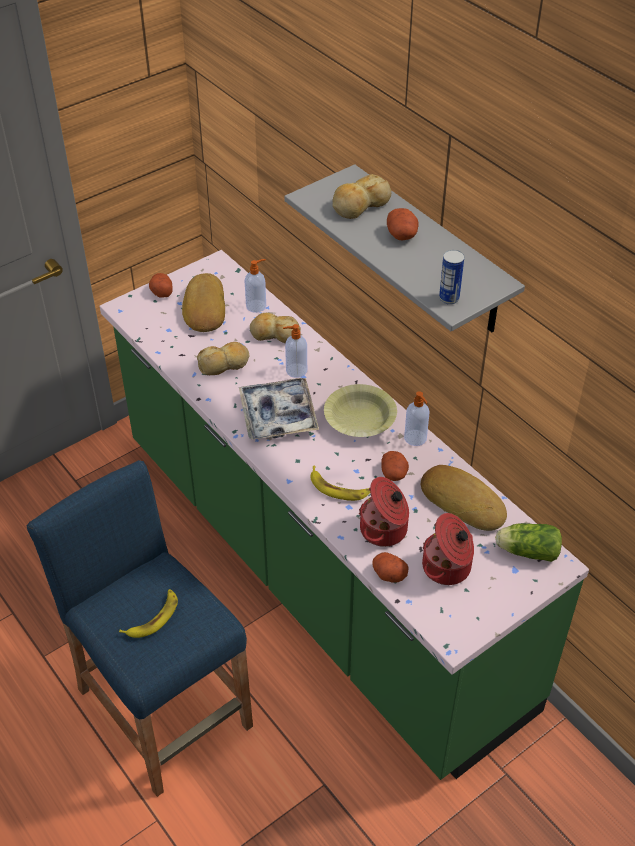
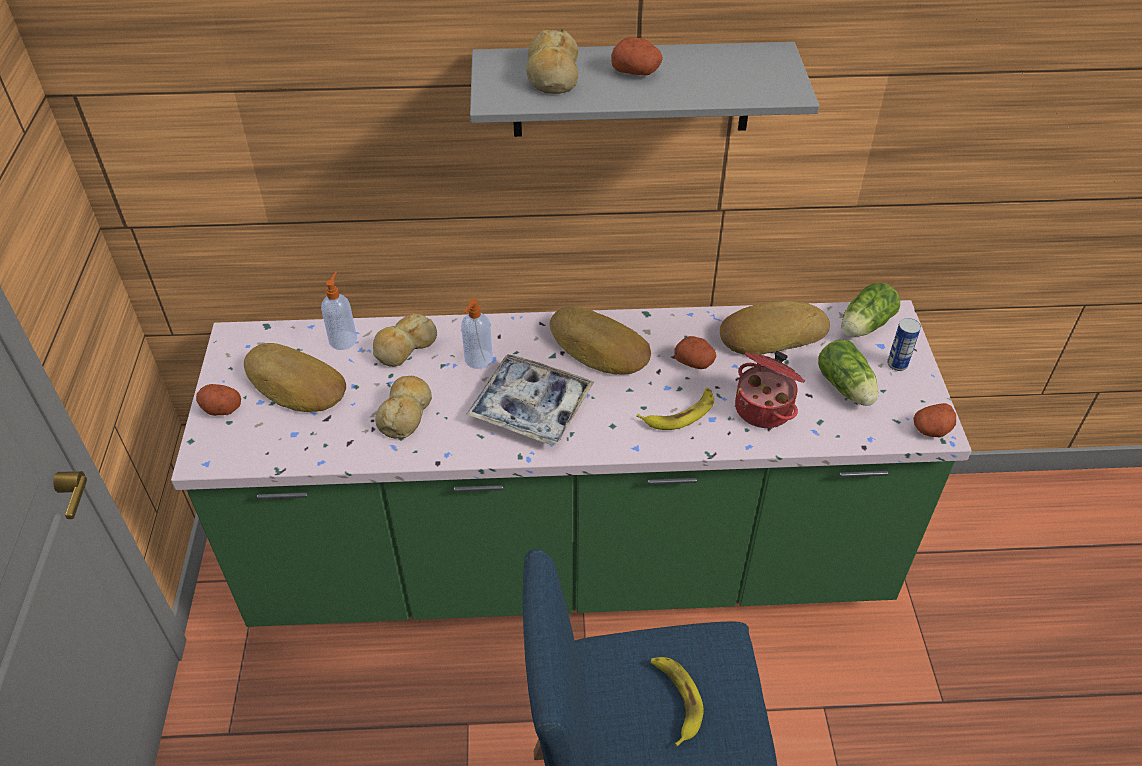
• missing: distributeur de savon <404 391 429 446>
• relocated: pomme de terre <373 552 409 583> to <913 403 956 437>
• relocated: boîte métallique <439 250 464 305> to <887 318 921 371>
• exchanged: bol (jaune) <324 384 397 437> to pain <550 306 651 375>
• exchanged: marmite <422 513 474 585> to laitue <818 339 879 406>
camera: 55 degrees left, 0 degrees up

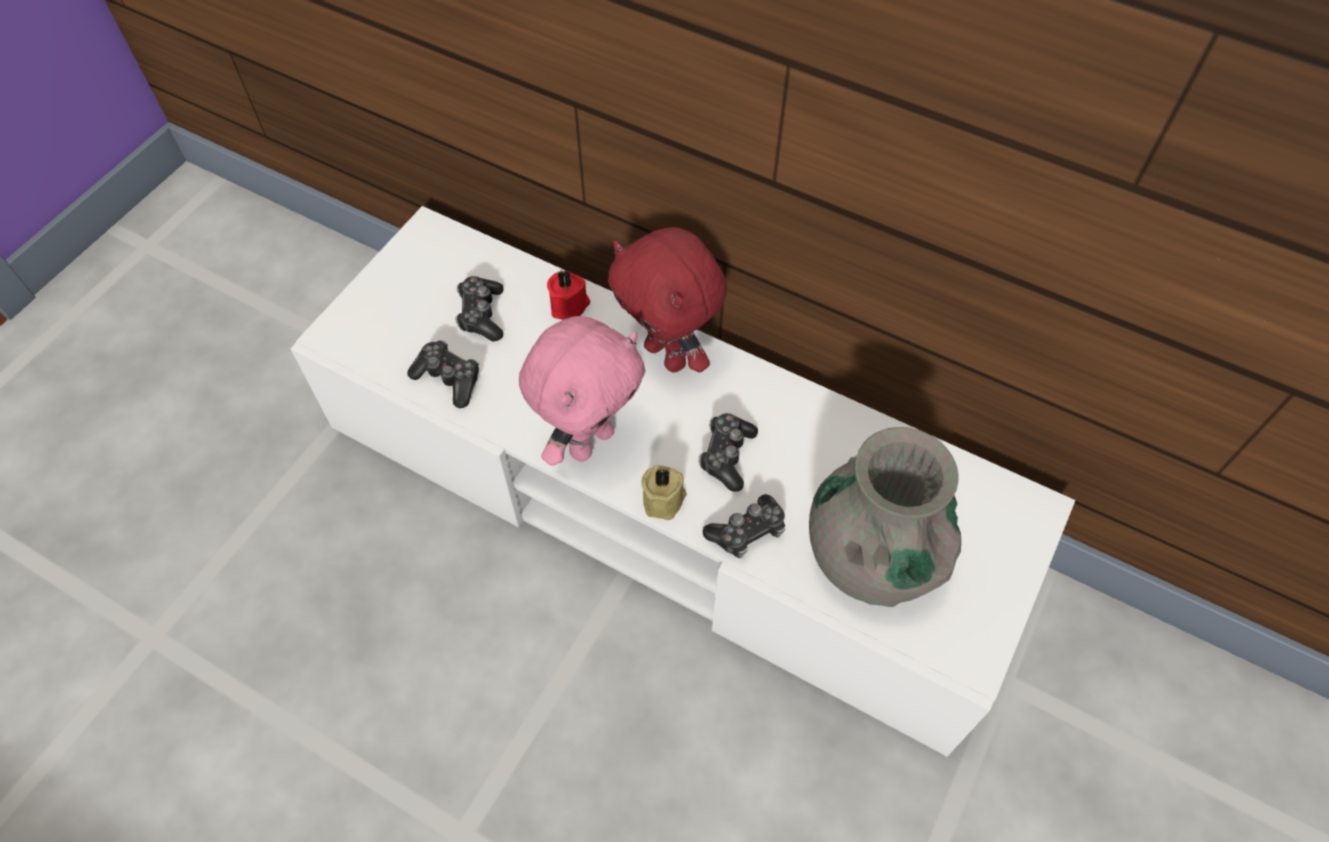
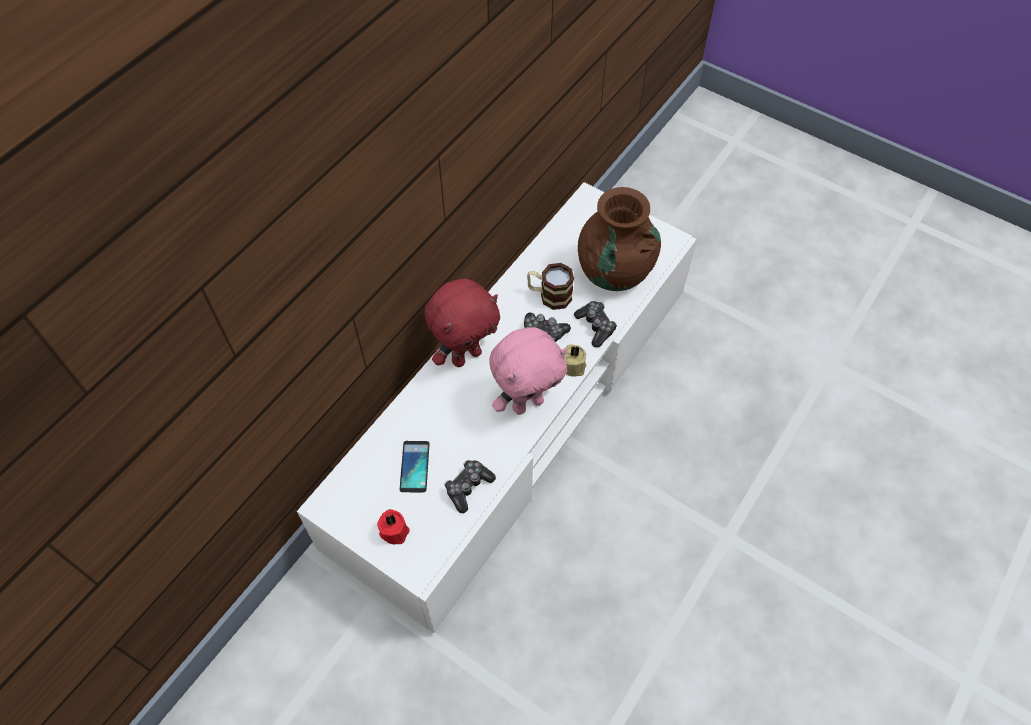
• appeared: mug <527 263 574 310>
• relocated: bougie (rouge) <547 270 590 320> to <377 509 409 544>
• exchanged: manette <455 276 504 341> to téléphone <400 441 430 492>
• colour: vase (gris) <809 427 961 607> to vase (marron) <578 187 661 291>
• spun: peluche (rose) <519 316 645 466> = <489 327 567 415> 105 degrees clockwise
camera: 85 degrees left, 0 degrees up

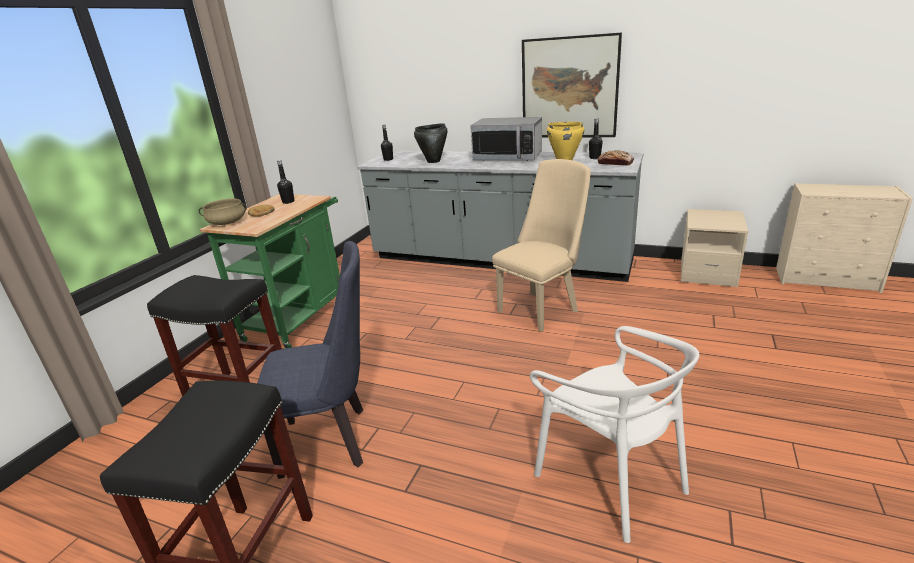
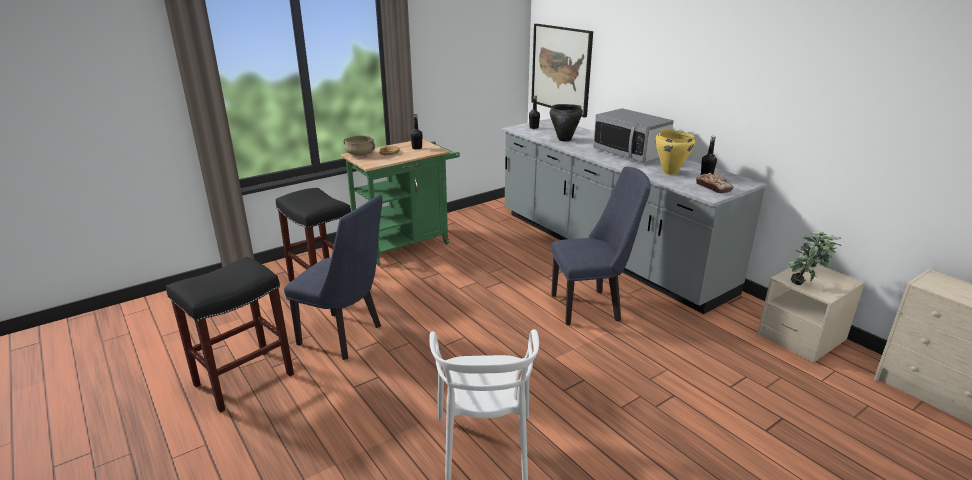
• appeared: plante en pot <787 231 841 285>
• relocated: tableau <522 33 622 137> to <531 24 593 117>
• colour: chaise (beige) <492 159 591 332> to chaise (bleu) <551 167 650 325>
camera: 30 degrees right, 0 degrees up

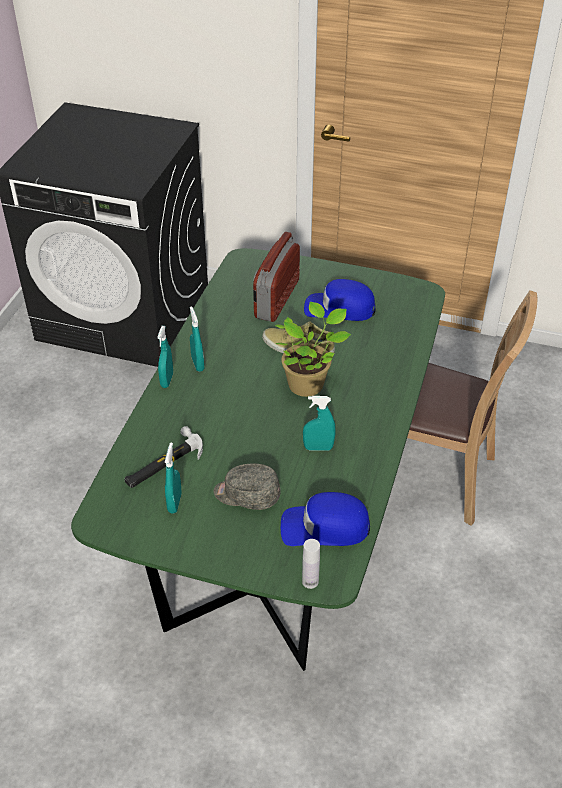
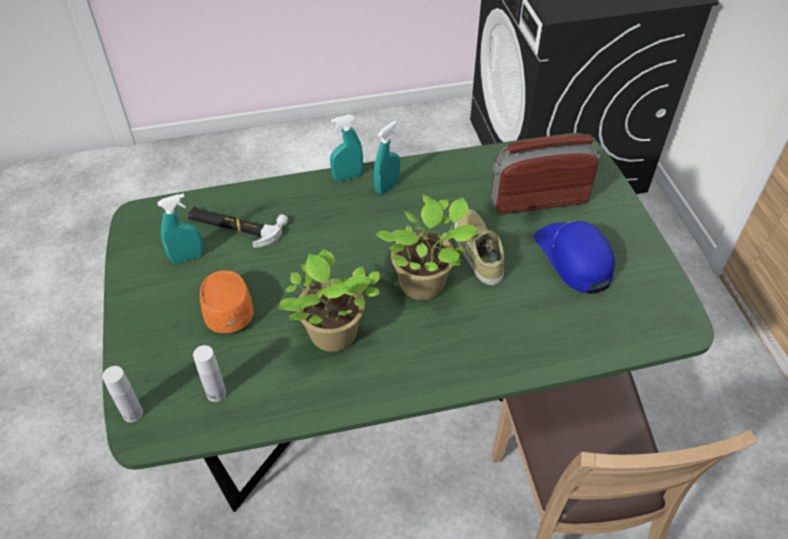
• exchanged: casquette (bleu) <281 492 370 546> to bouteille (blanc) <193 345 226 402>
• exchanged: vaporisateur (turquoise) <303 396 336 451> to plante en pot <278 249 380 352>
• colour: casquette (gris) <214 464 281 510> to casquette (orange) <200 270 254 333>
camera: 60 degrees right, 5 degrees up

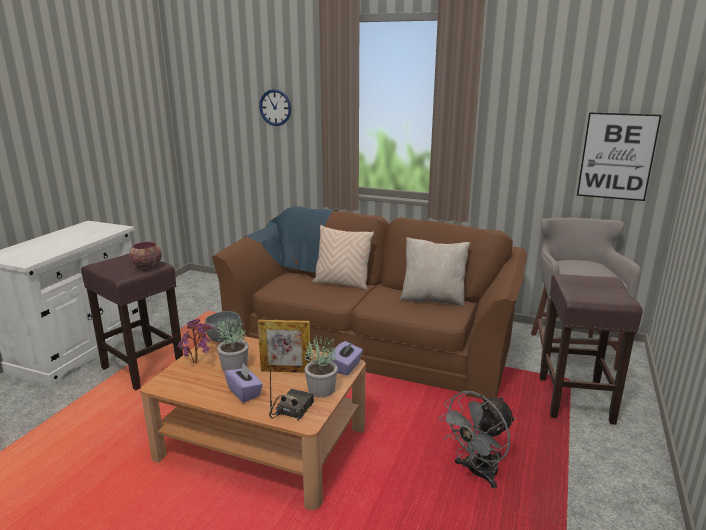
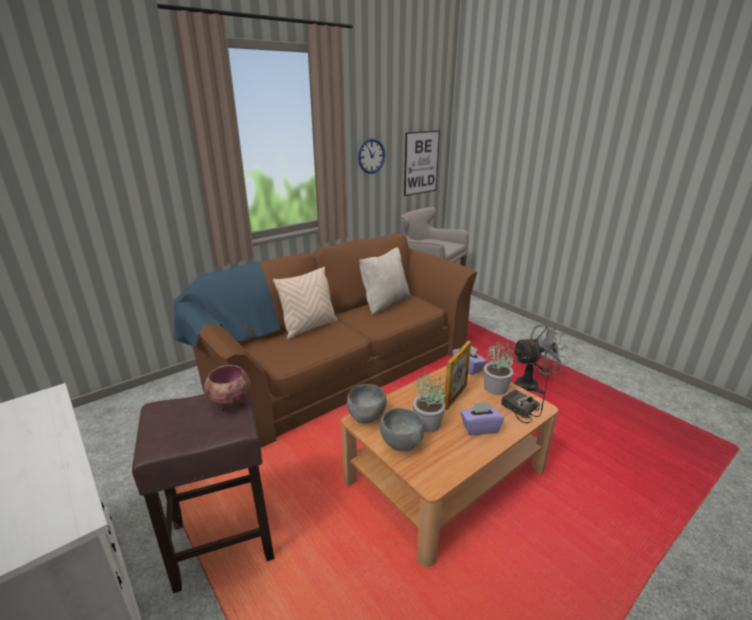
• missing: tabouret (marron) <539 274 643 425>
• relocated: horloge murale <259 89 291 126> to <358 139 385 174>
• exchanged: plante en pot <177 319 214 363> to bol (gris) <380 408 424 451>
• spun: ventilateur (gris) <439 391 515 489> = <513 324 569 395> 90 degrees counterclockwise
camera: 60 degrees left, 5 degrees up

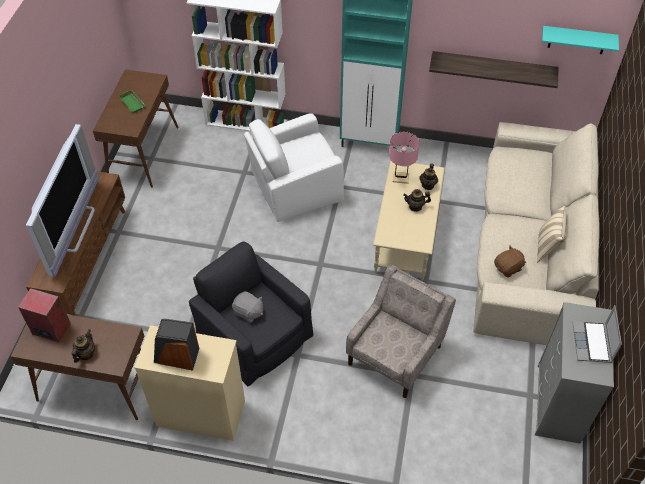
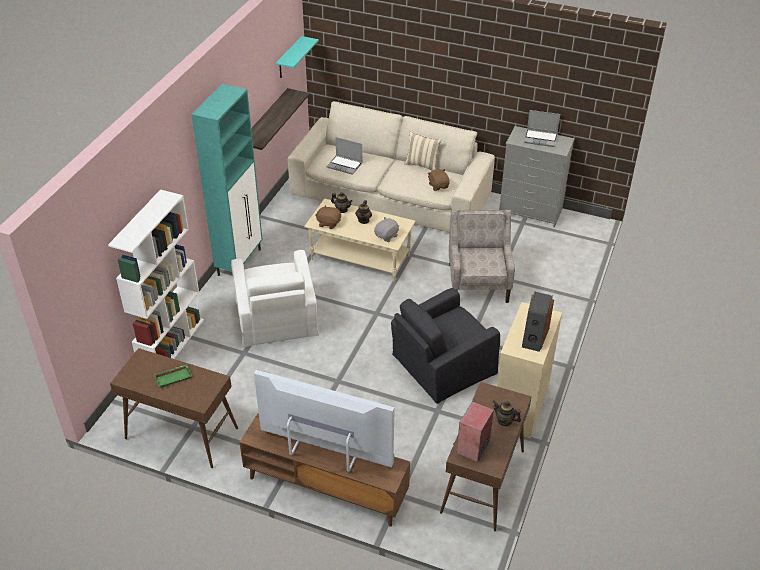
• appeared: ordinateur portable <327 137 363 175>
• relocated: peluche (gris) <232 291 263 323> to <374 217 399 242>
• exchanged: lampe de table (rose) <389 132 420 184> to peluche (marron) <315 205 341 229>
• spun: fauteuil (beige) <346 265 456 398> = <449 210 515 303> 45 degrees clockwise
camera: 80 degrees left, 10 degrees down

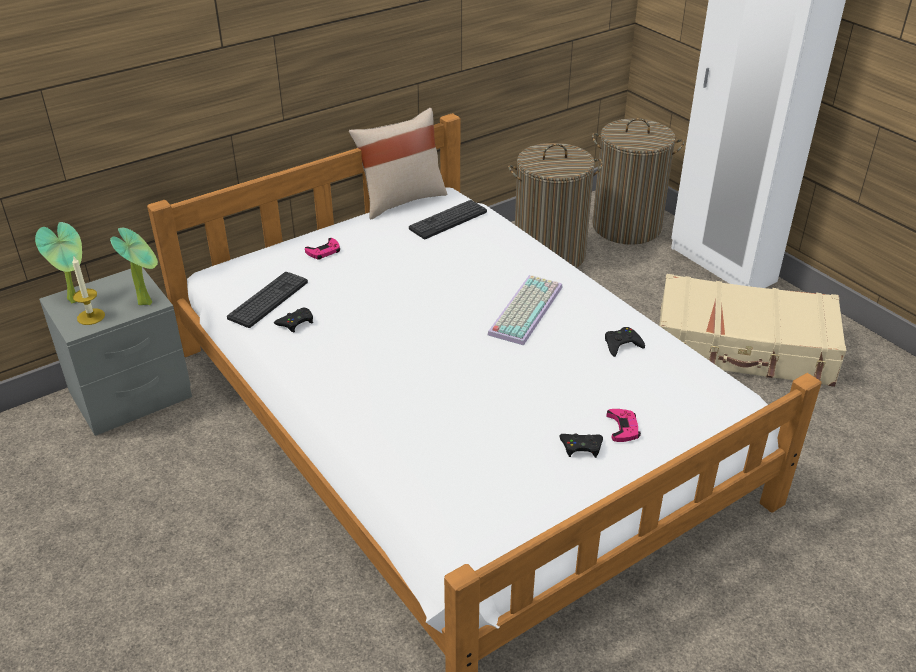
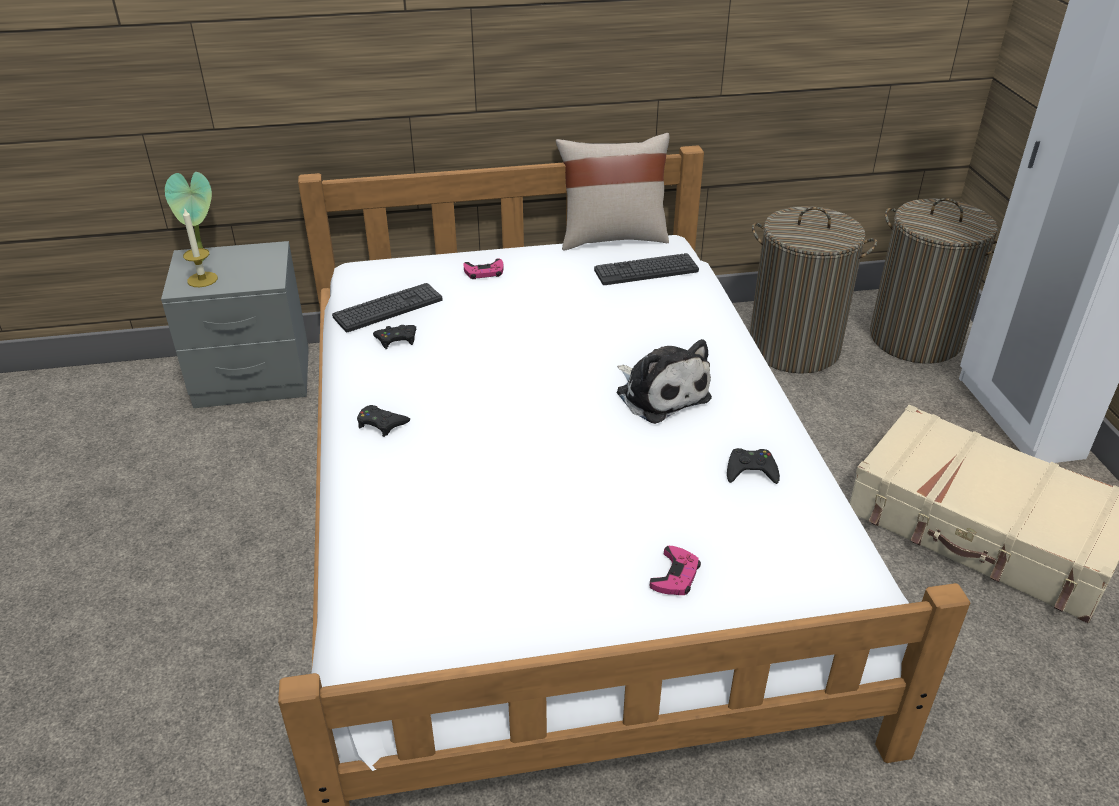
• missing: plante en pot <110 228 158 306>
• relocated: manette (noir) <560 433 603 458> to <357 405 410 437>
• exchanged: clavier <488 275 563 346> to peluche <617 339 712 424>
camera: 25 degrees right, 0 degrees up

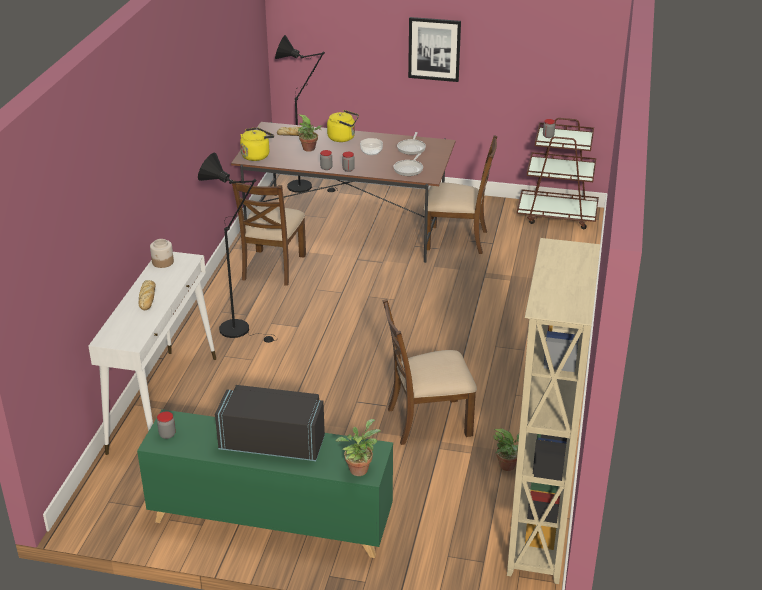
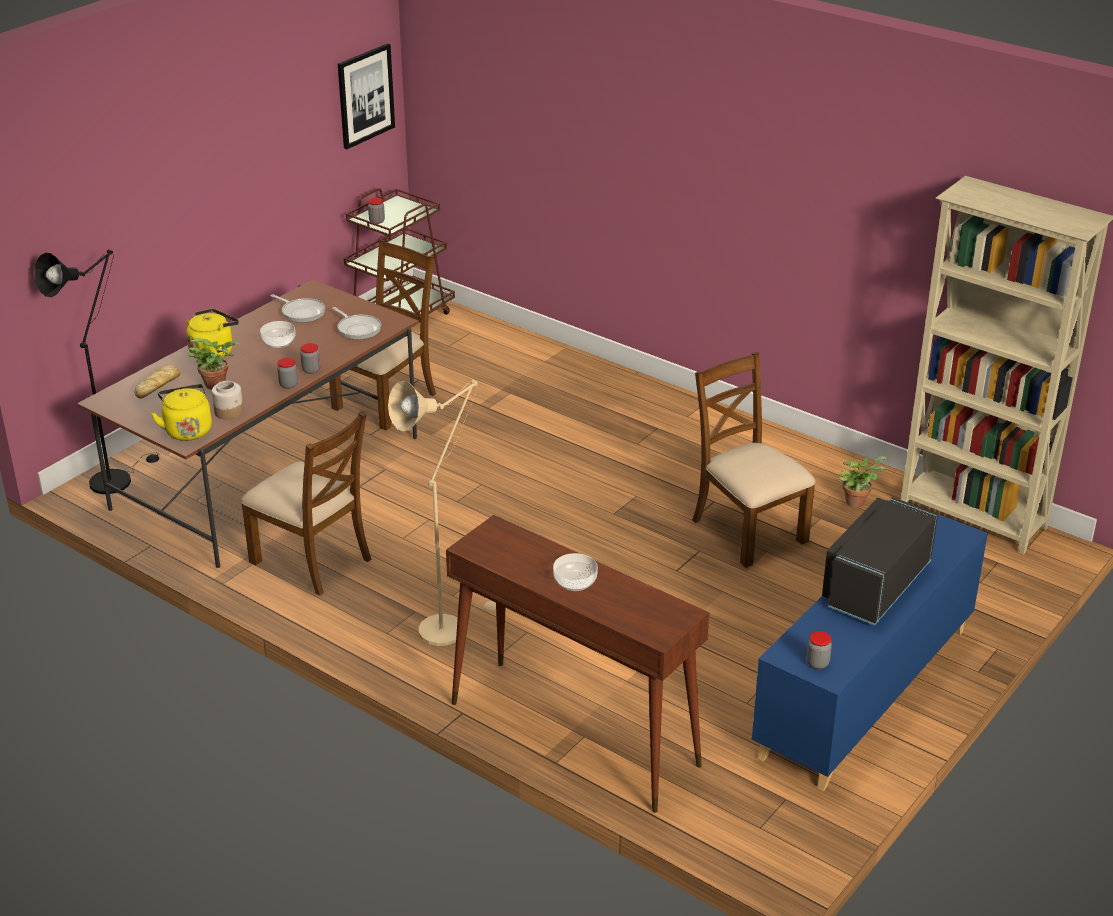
• missing: plante en pot <336 419 381 476>
• relocated: bocal <150 239 174 268> to <212 381 244 420>
• relocated: tableau <408 17 461 82> to <338 43 395 149>
• exchanged: pain <138 280 156 310> to bol <553 553 598 591>
• colour: table console (blanc) <88 252 216 455> to table console (marron) <446 515 709 813>
• colour: meuble de rangement (vert) <137 409 393 558> to meuble de rangement (bleu) <752 506 988 791>
• colour: lampadaire (noir) <198 153 278 343> to lampadaire (beige) <388 380 496 646>
• spun: chaise (marron) <383 299 477 445> = <692 352 816 568> 135 degrees clockwise
camera: 65 degrees left, 0 degrees up

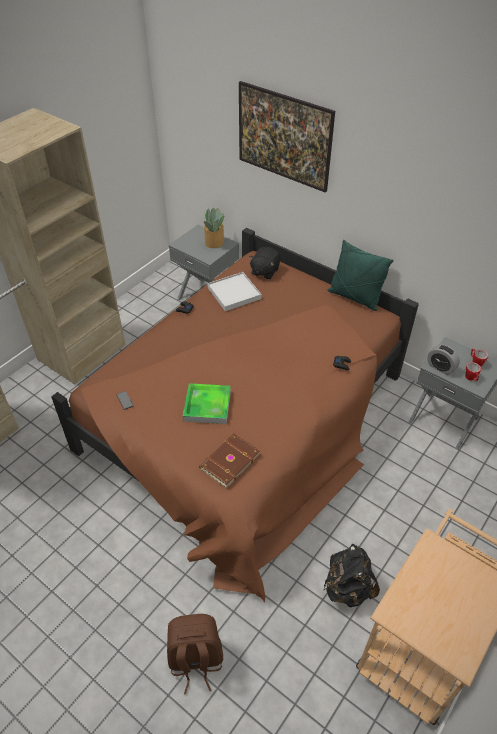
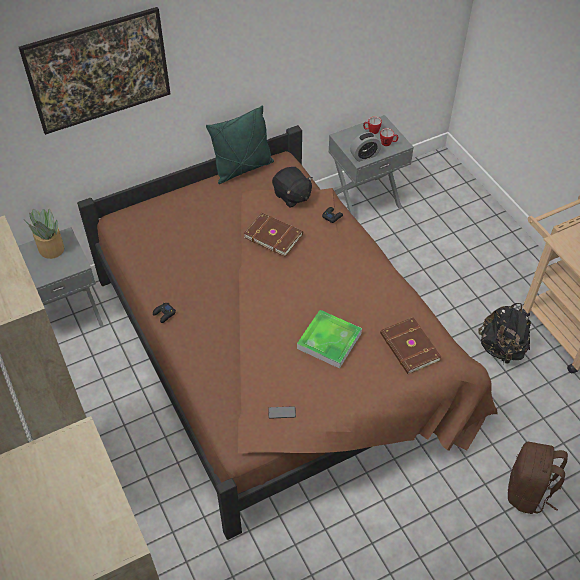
• missing: plateau (blanc) <207 272 261 311>
• appeared: livre (marron) <244 213 303 257>
• relocated: peluche (noir) <249 247 281 279> to <272 167 313 208>
camera: 65 degrees left, 5 degrees up

